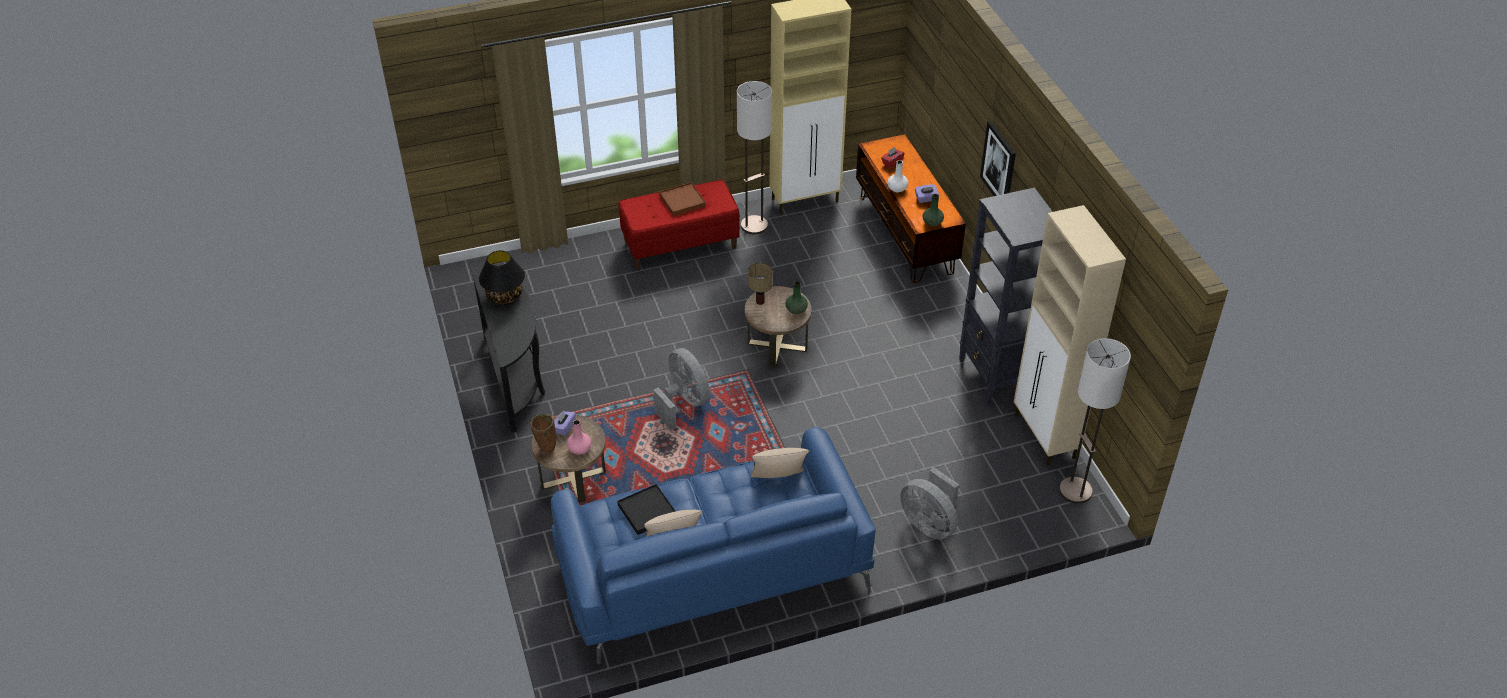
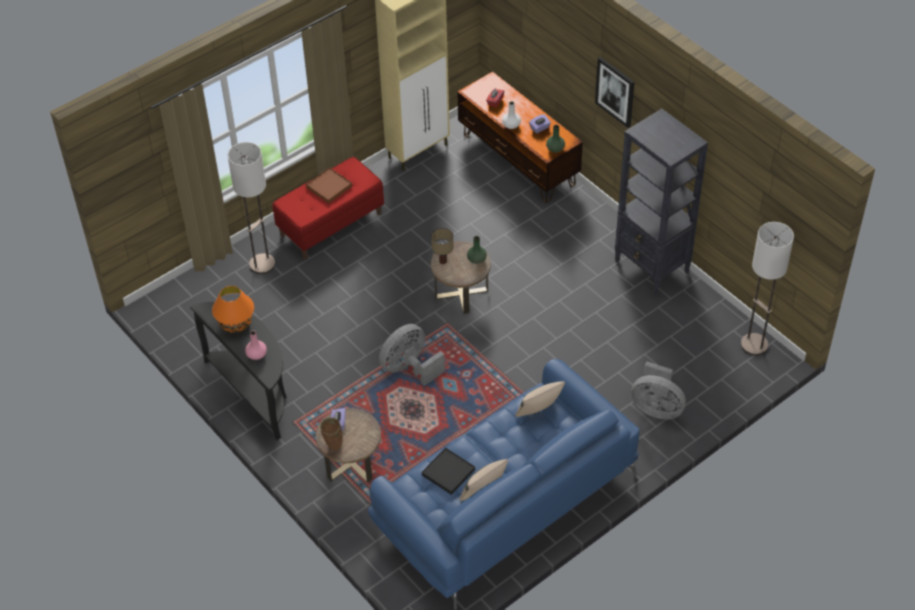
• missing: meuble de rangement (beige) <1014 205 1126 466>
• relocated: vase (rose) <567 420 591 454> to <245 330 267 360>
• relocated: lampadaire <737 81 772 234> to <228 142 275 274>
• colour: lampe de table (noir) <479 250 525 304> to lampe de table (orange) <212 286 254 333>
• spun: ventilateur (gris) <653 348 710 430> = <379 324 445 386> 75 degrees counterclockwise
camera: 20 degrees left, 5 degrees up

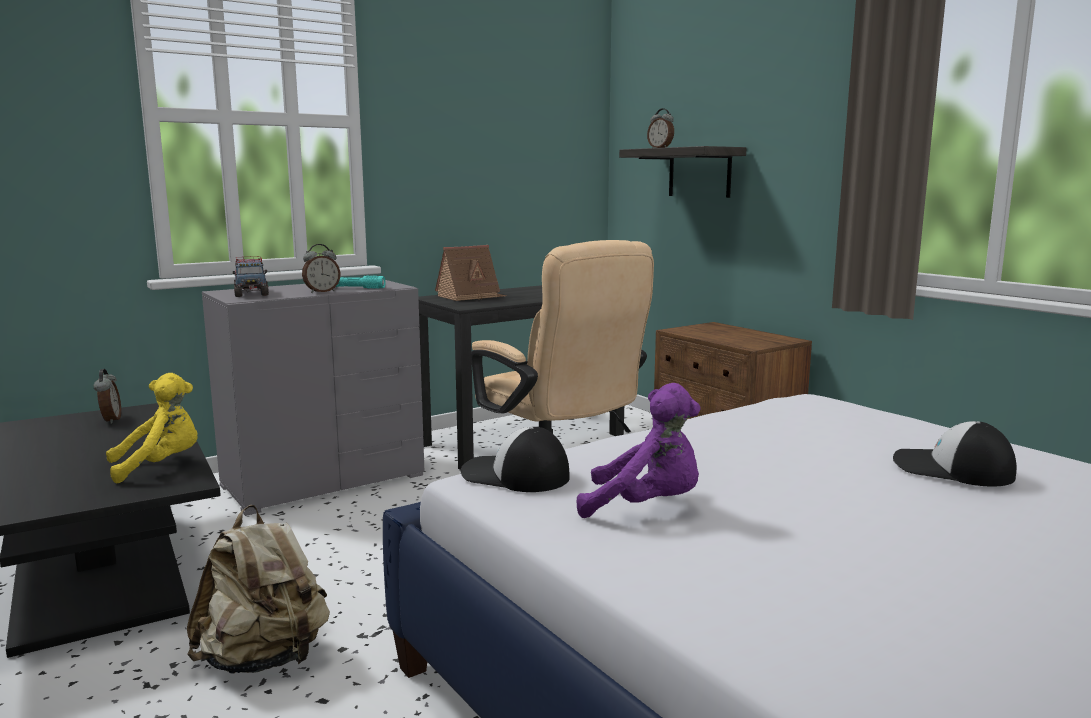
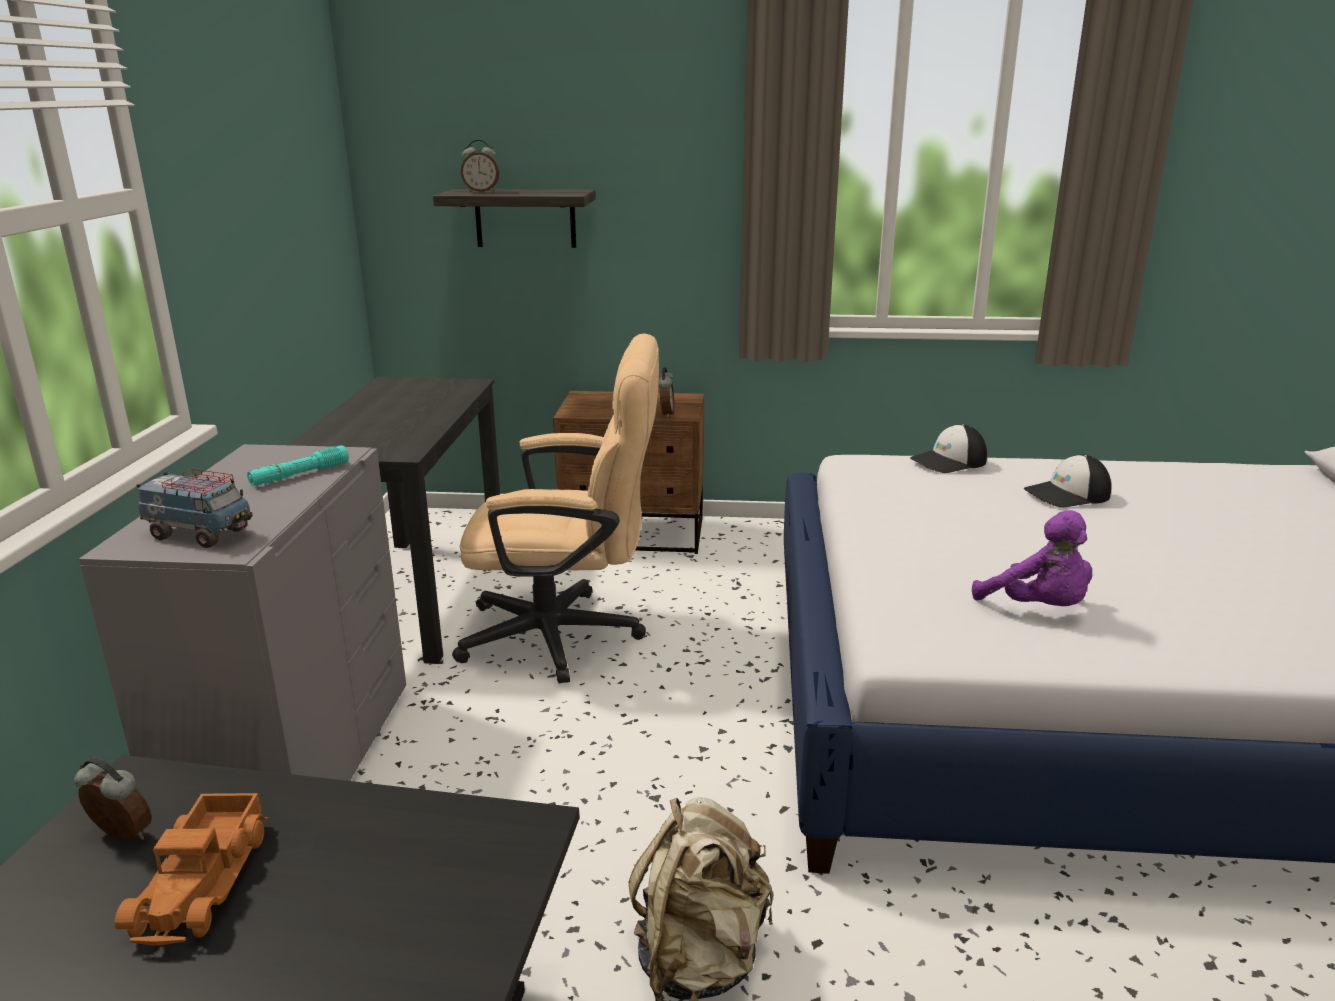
• missing: peluche (jaune) <106 373 198 483>
• missing: maison miniature <435 245 506 301>
• appeared: camion jouet <114 793 268 946>
• relocated: réveil <302 244 341 293> to <659 367 674 418>
• relocated: casquette <460 427 570 492> to <910 424 987 473>
• spun: peluche (violet) <577 383 701 518> = <972 510 1092 606> 90 degrees clockwise
camera: 50 degrees left, 10 degrees up

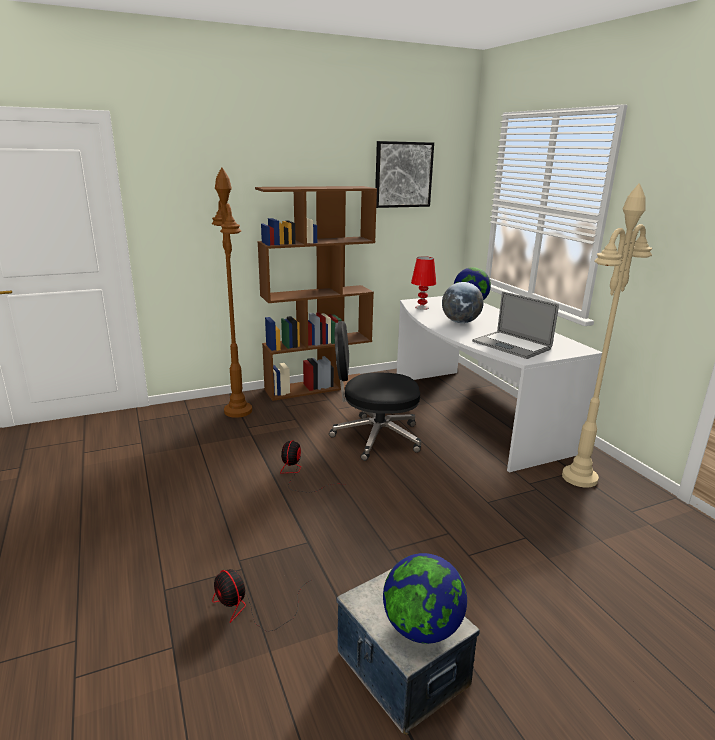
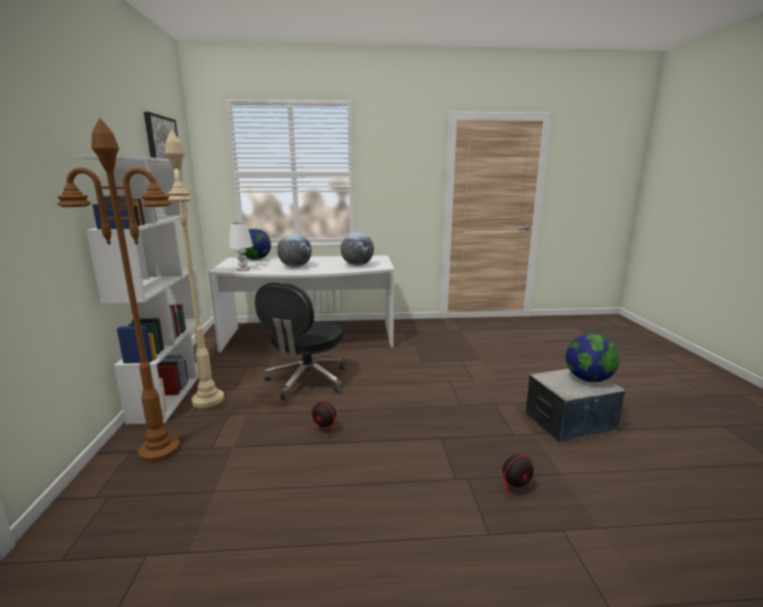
• relocated: lampadaire (beige) <562 183 652 488> to <165 130 224 408>
• exchanged: ordinateur portable <472 291 559 359> to globe <341 232 374 266>
• colour: bibliothèque (marron) <255 186 377 401> to bibliothèque (blanc) <71 155 203 424>
• colour: lampe de table (rouge) <411 256 437 310> to lampe de table (blanc) <229 222 253 271>
camera: 70 degrees left, 5 degrees down

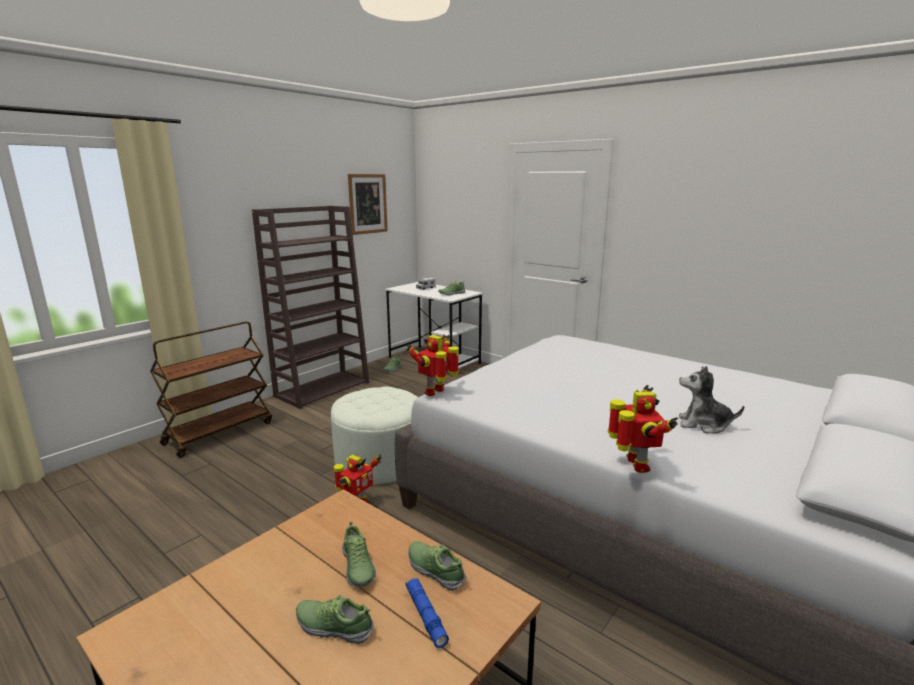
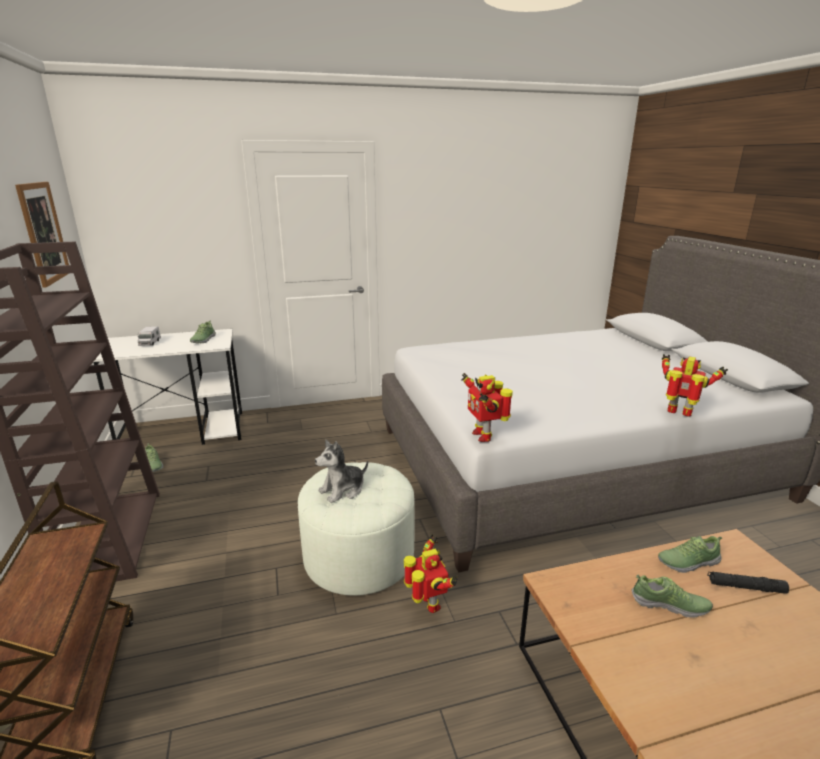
• missing: chaussure <296 595 374 644>
• relocated: peluche <679 366 744 433> to <315 440 368 503>
• colour: lampe de poche (bleu) <406 578 449 648> to lampe de poche (noir) <707 572 789 594>
camera: 55 degrees left, 5 degrees up

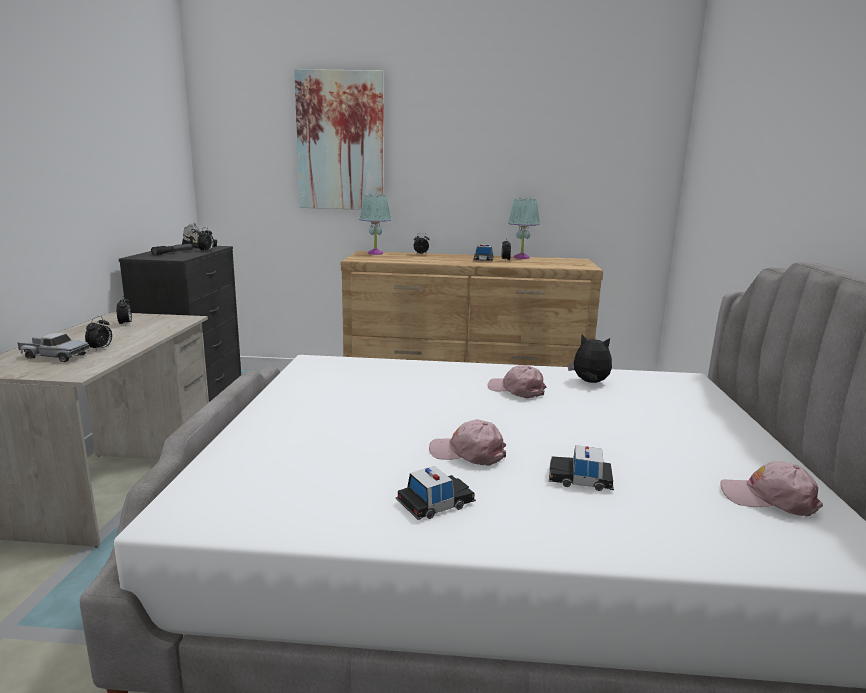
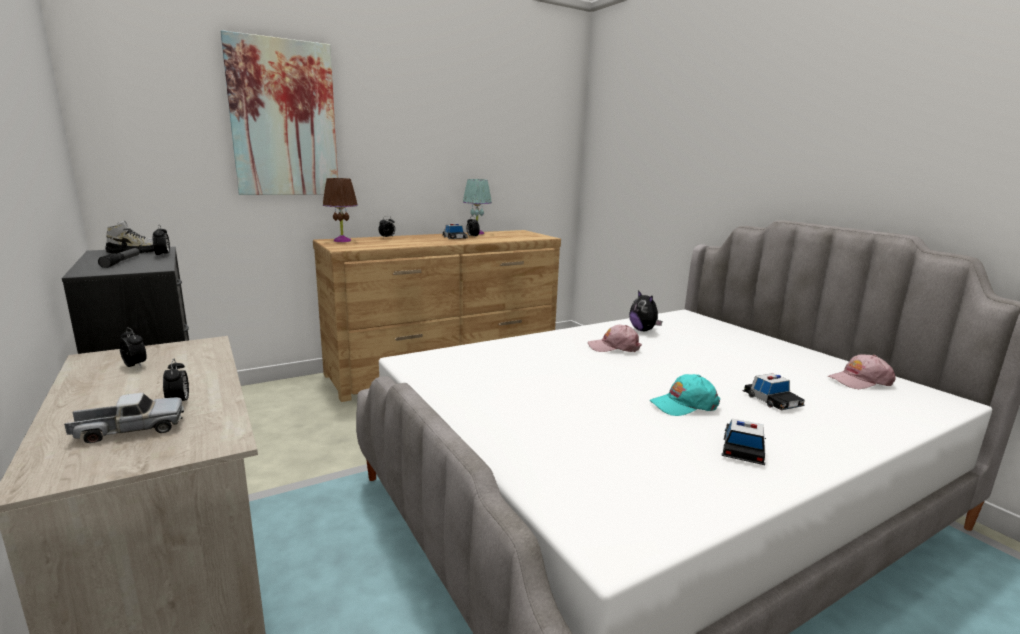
• colour: lampe de table (turquoise) <360 195 391 255> to lampe de table (marron) <323 178 358 242>
• colour: casquette (rose) <429 420 506 466> to casquette (turquoise) <650 374 720 416>
• spun: petite voiture <549 445 614 491> = <742 373 805 410> 90 degrees counterclockwise
• spun: peluche <568 334 612 383> = <629 290 662 331> 105 degrees counterclockwise
camera: 35 degrees left, 0 degrees up

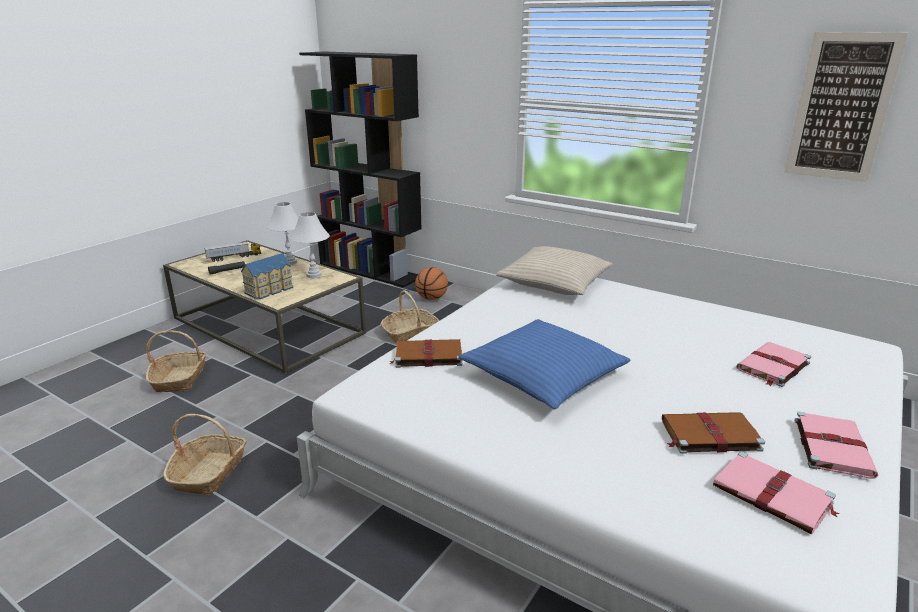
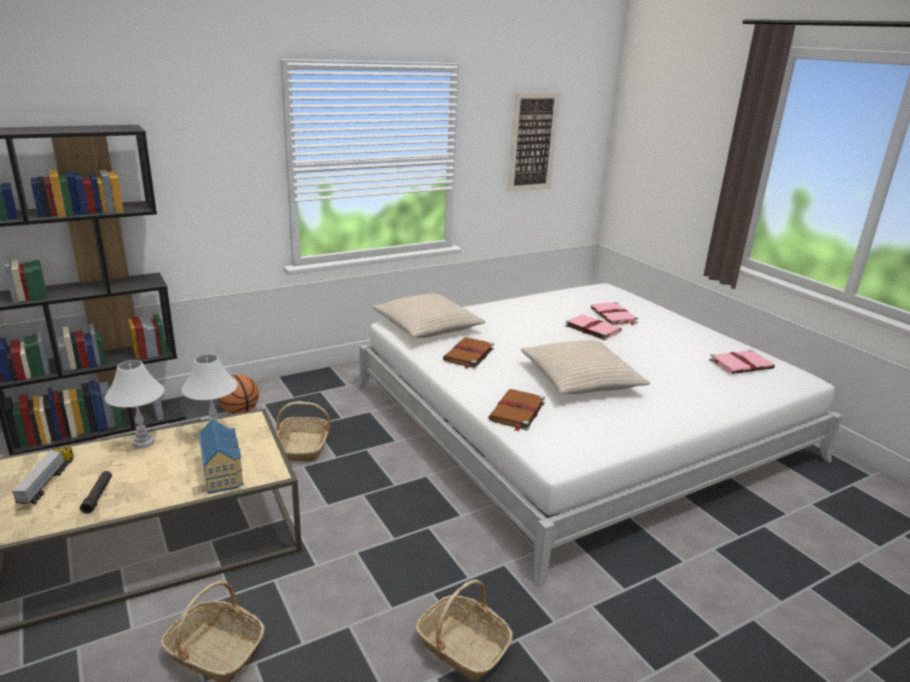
• relocated: livre (marron) <662 412 765 454> to <443 337 494 369>
• relocated: livre (rose) <795 411 878 479> to <565 314 622 341>
• colour: coussin (bleu) <458 319 631 409> to coussin (beige) <521 340 651 394>
camera: 65 degrees left, 0 degrees up

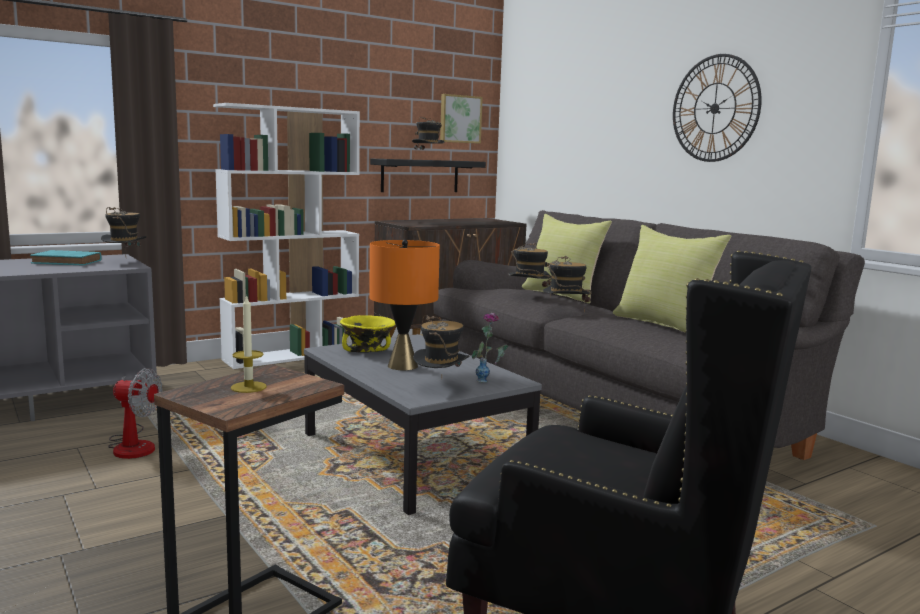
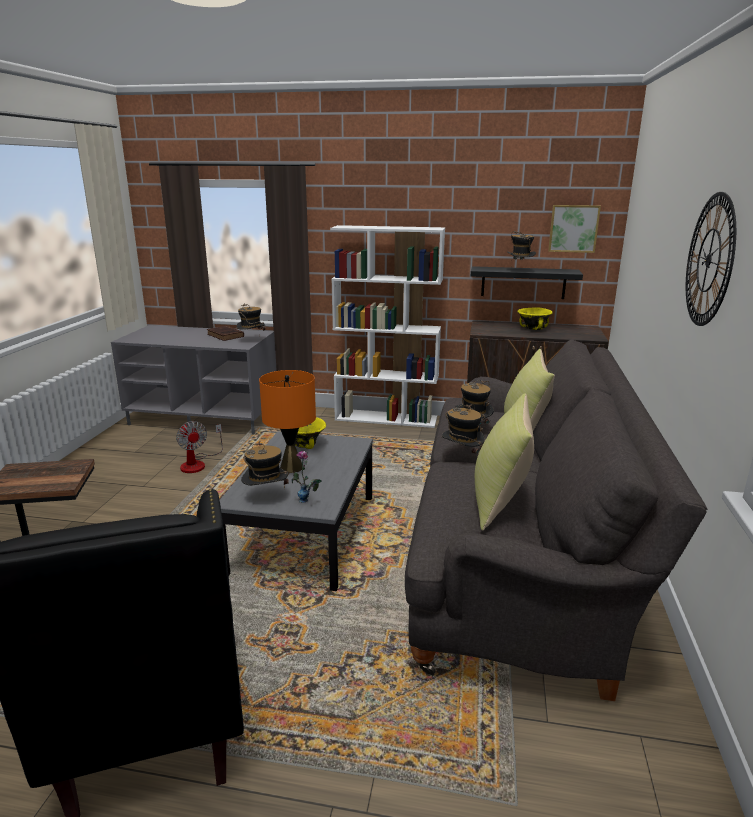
• missing: bougie <231 295 267 393>
• appeared: bol (jaune) <517 308 553 330>
• colour: livre (turquoise) <30 250 102 265> to livre (marron) <207 326 244 341>
camera: 45 degrees right, 10 degrees up

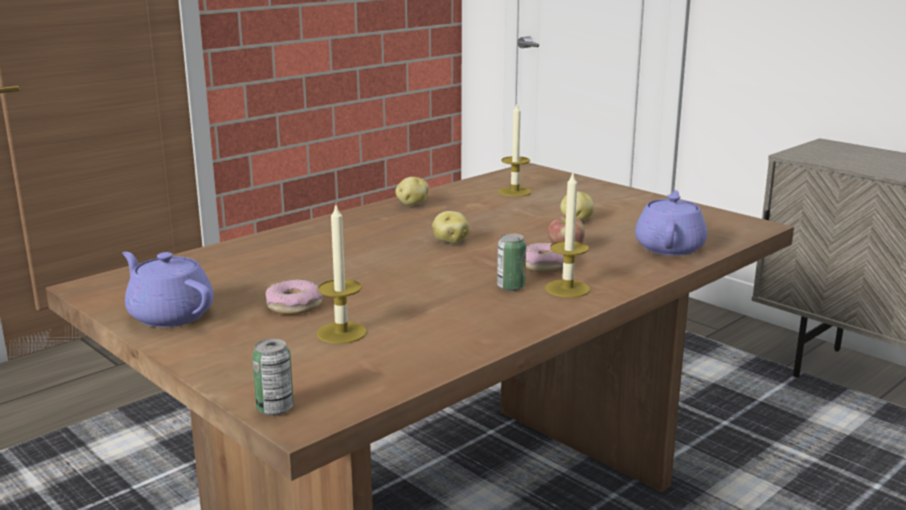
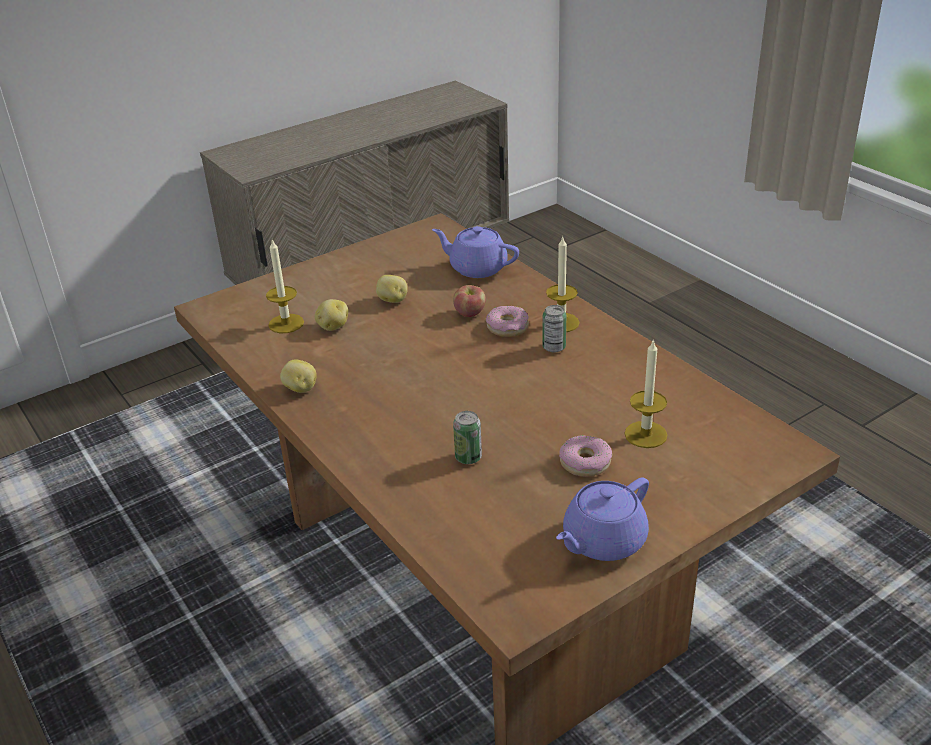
• relocated: boîte métallique <252 339 294 416> to <453 411 482 464>
• relocated: pomme de terre <432 211 470 244> to <315 299 348 331>
camera: 80 degrees left, 15 degrees up

